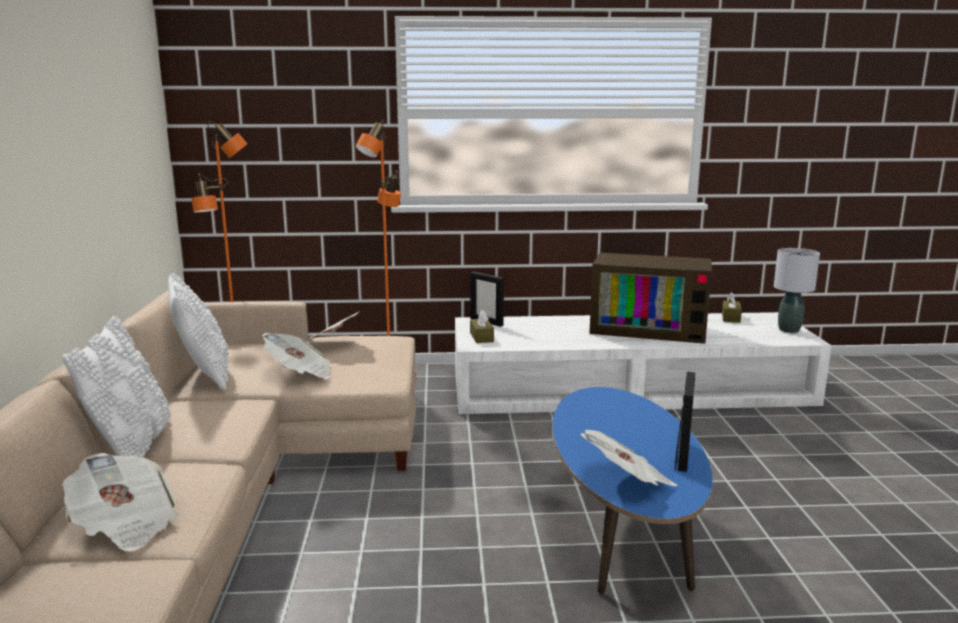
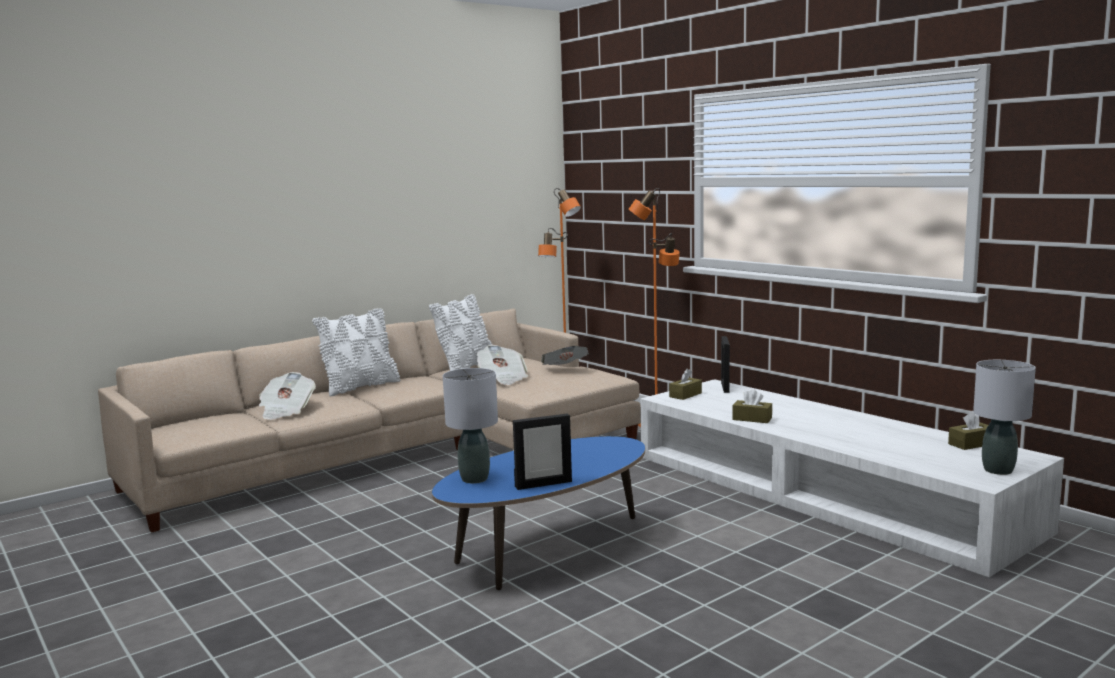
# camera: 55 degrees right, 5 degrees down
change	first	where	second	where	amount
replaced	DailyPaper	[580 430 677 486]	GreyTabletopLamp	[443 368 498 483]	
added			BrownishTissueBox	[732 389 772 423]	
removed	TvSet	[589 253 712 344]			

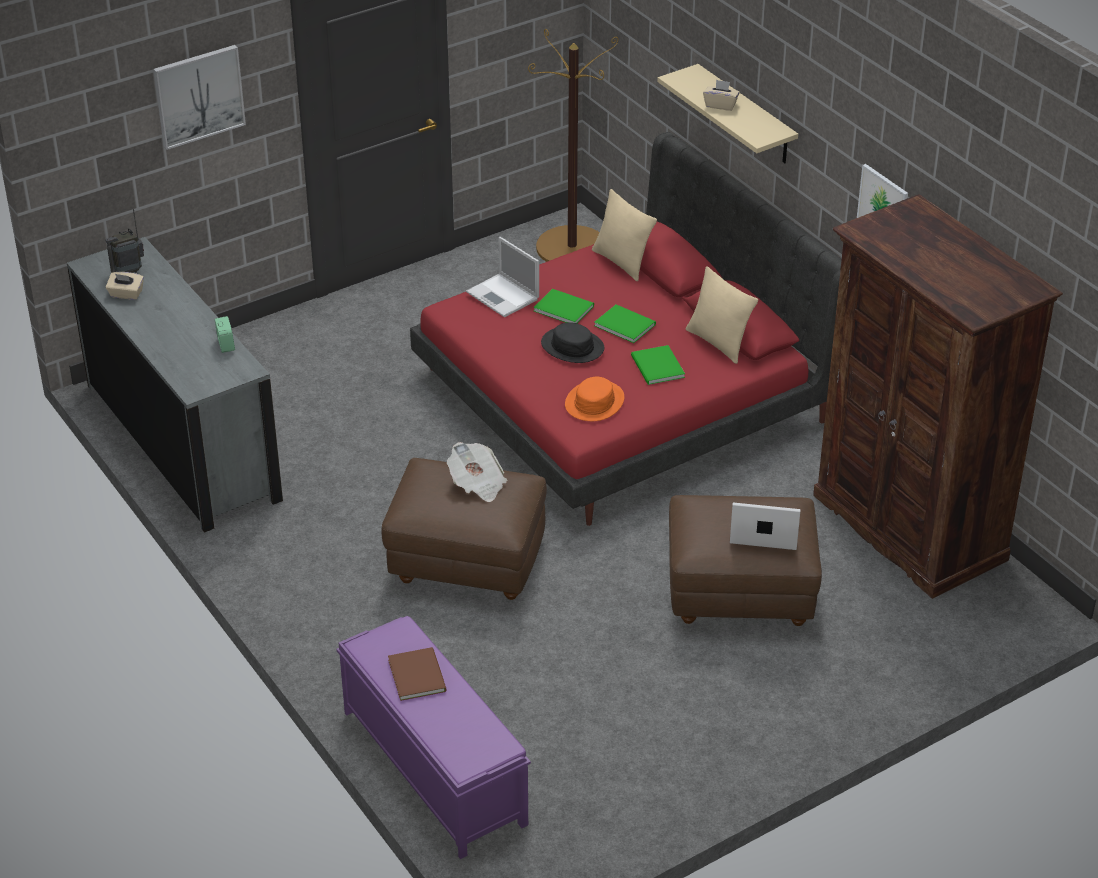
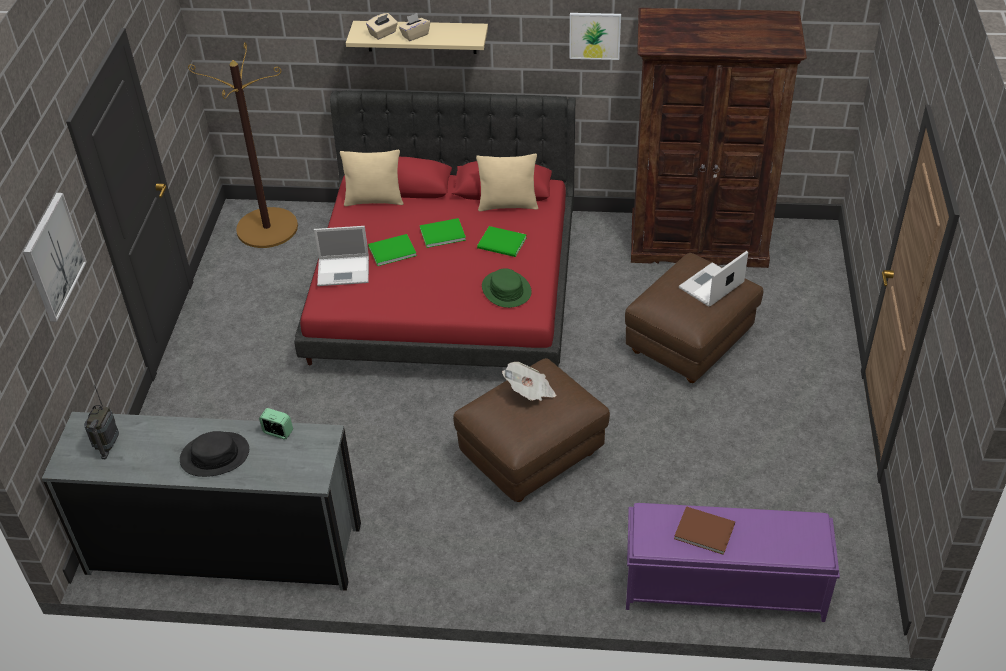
# camera: 50 degrees left, 5 degrees up
change	first	where	second	where	amount
moved	BlackishHat	[541 322 604 363]		[180 431 249 477]	
moved	SandColouredTissueBox	[106 272 144 300]		[366 13 398 40]	
recoloured	OrangeyHat	[565 377 624 421]	GreenishHat	[482 269 532 308]	

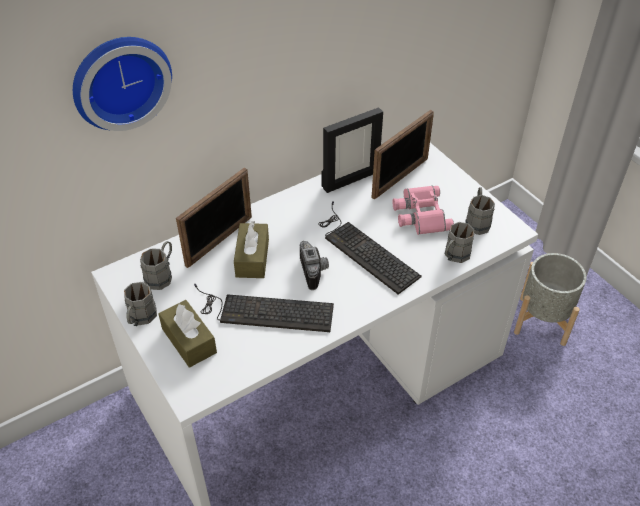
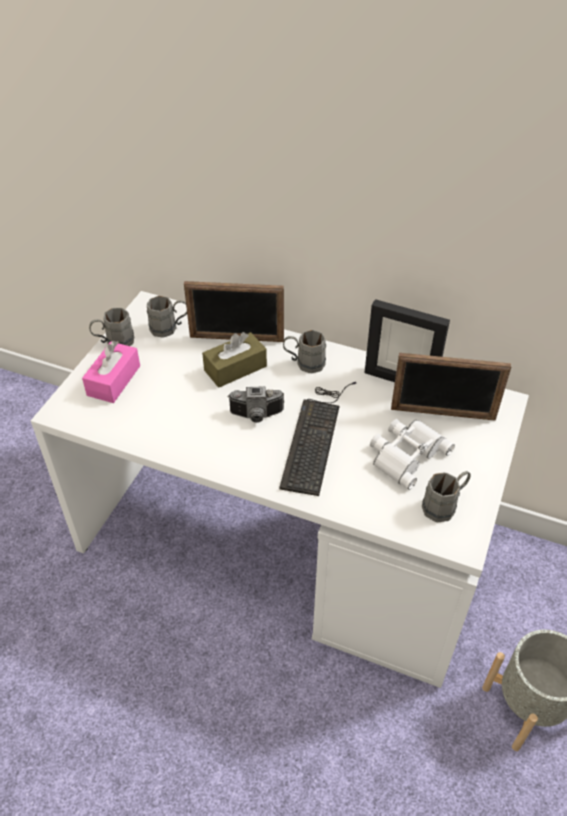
# camera: 55 degrees right, 0 degrees up
change	first	where	second	where	amount
recoloured	BrownishTissueBox	[158 300 217 367]	PinkColouredTissueBox	[82 341 140 403]	
turned	StillCamera	[299 241 329 290]		[228 386 285 423]	45 degrees clockwise
moved	GreyCoffeeMug	[445 222 474 263]		[283 330 326 374]	
recoloured	PinkColouredFieldGlasses	[392 186 454 235]	WhitishFieldGlasses	[370 419 455 490]	
removed	WallClock	[73 37 172 131]			
removed	PcKeyboard	[194 284 334 332]			

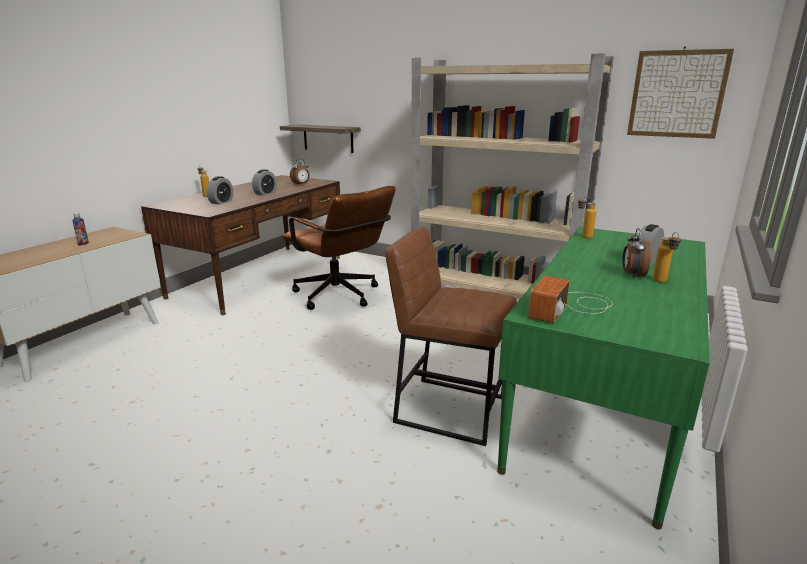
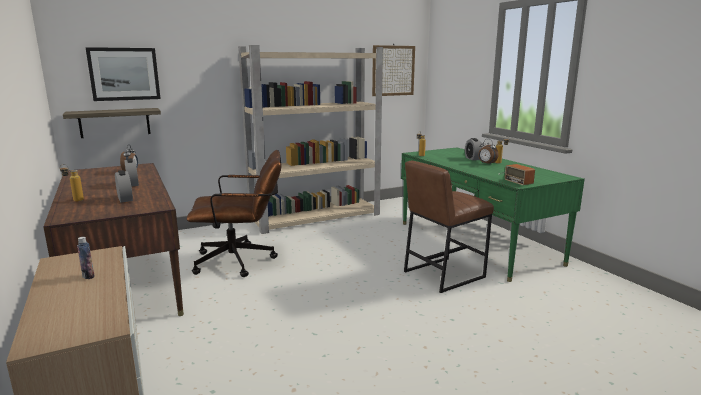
# camera: 55 degrees left, 5 degrees down
change	first	where	second	where	amount
added			WallPicture	[85 47 161 101]	

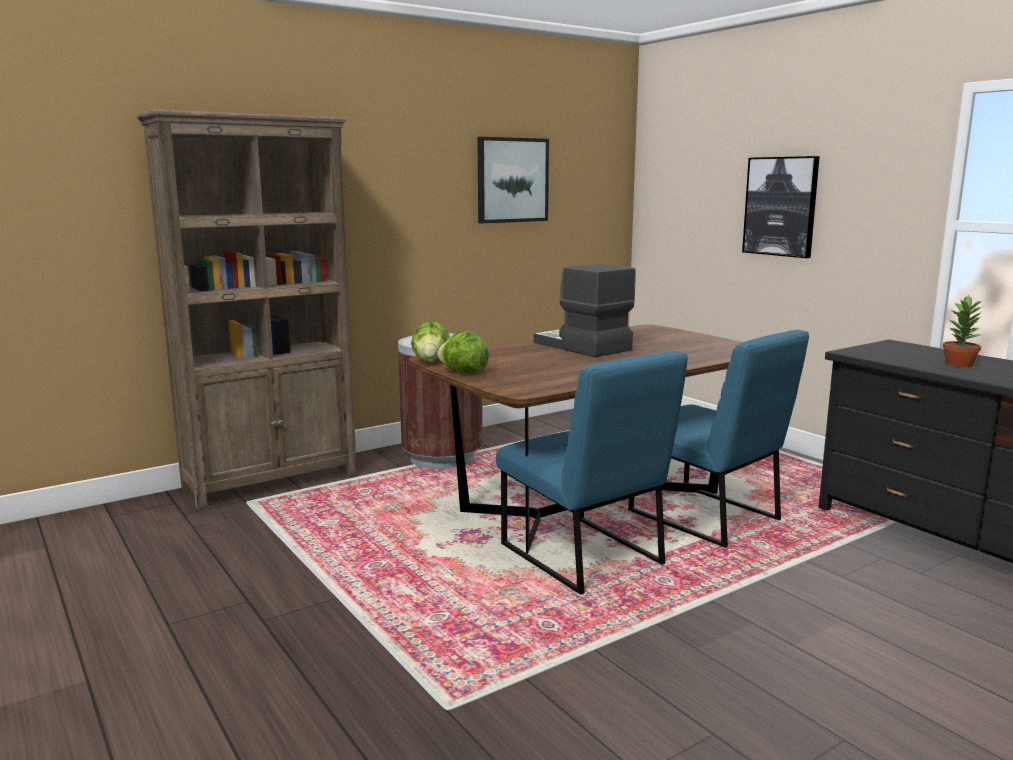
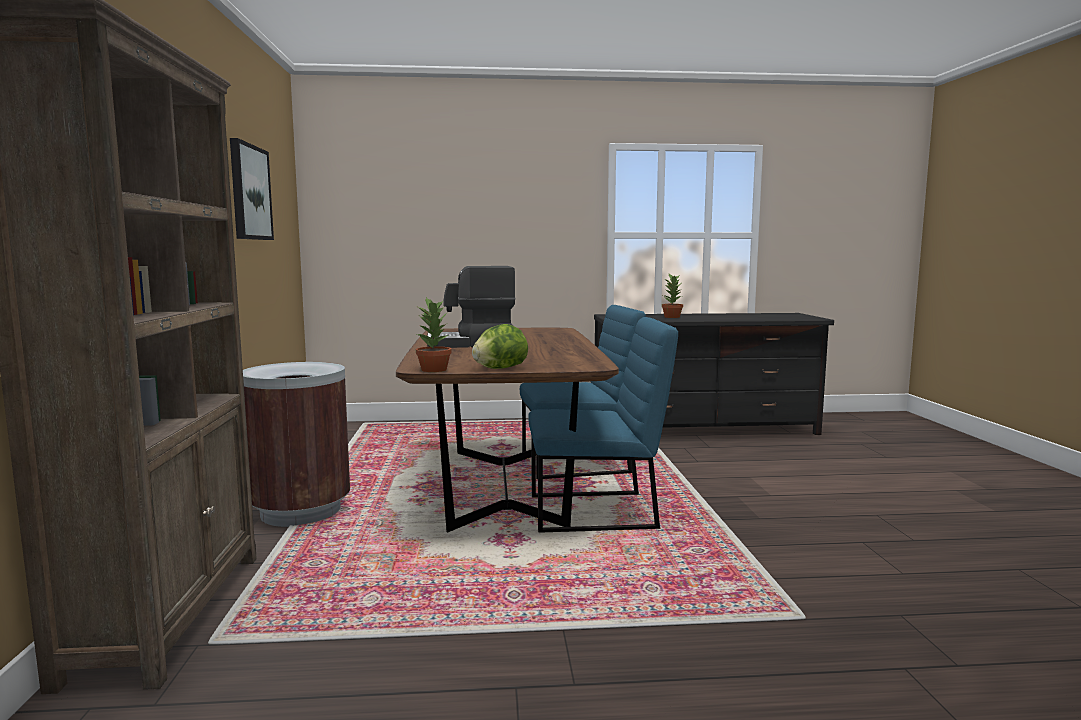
# camera: 60 degrees left, 5 degrees down
change	first	where	second	where	amount
replaced	LettuceHead	[411 321 450 363]	PottedPlant	[416 297 452 372]	
removed	WallPicture	[742 156 820 258]			

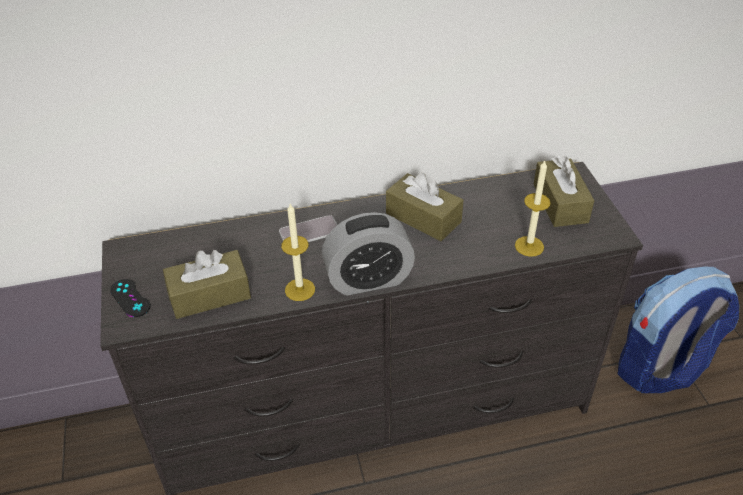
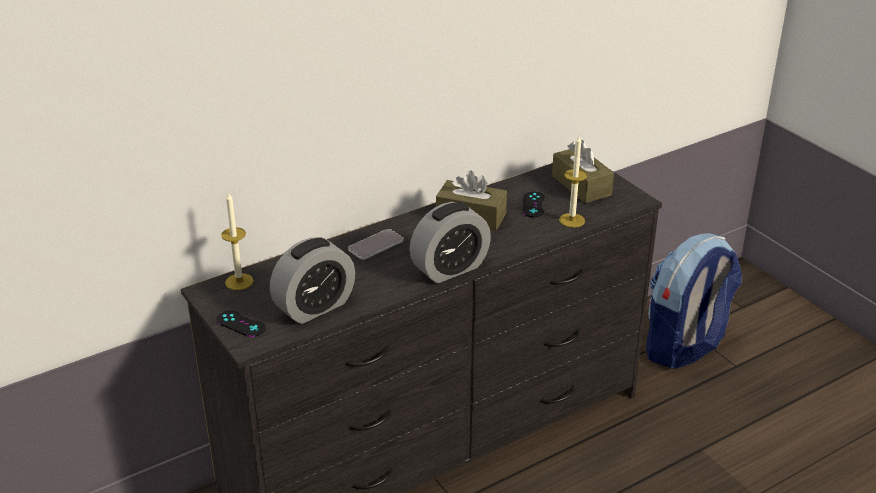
# camera: 20 degrees left, 10 degrees down
change	first	where	second	where	amount
moved	Candle	[281 204 315 301]		[221 192 254 290]	
replaced	BrownishTissueBox	[163 250 251 319]	BedsideClock	[270 237 355 324]	
added			BlackishGameController	[523 191 545 218]	

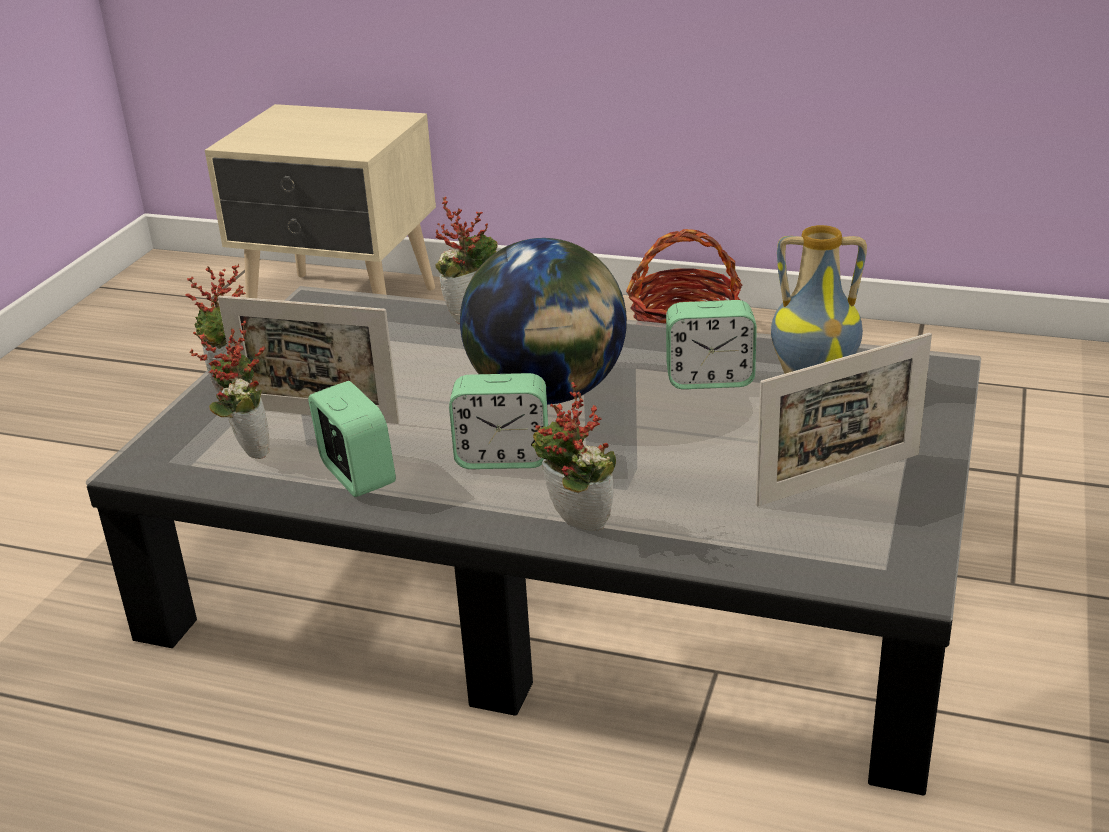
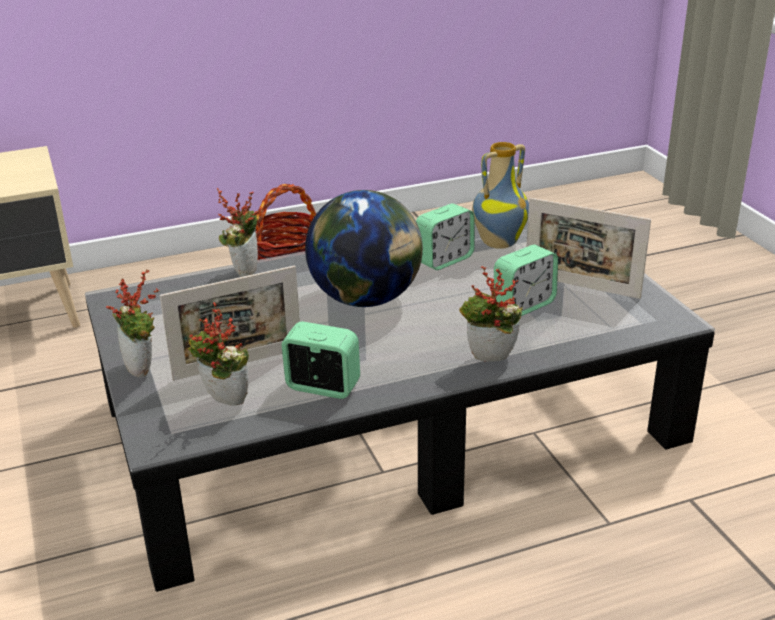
# camera: 40 degrees left, 0 degrees up
change	first	where	second	where	amount
moved	BedsideClock	[449 373 548 469]		[494 245 558 316]	
turned	StandingFrame	[756 333 932 507]		[526 198 651 299]	90 degrees clockwise

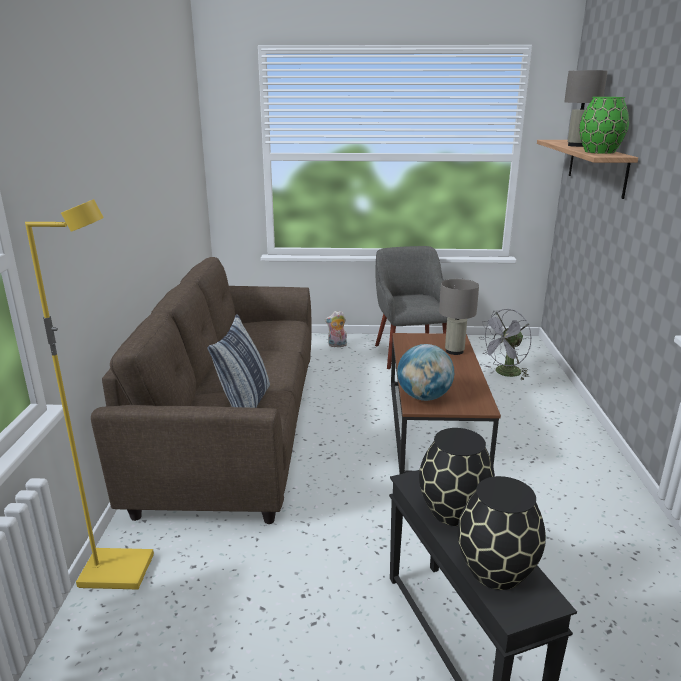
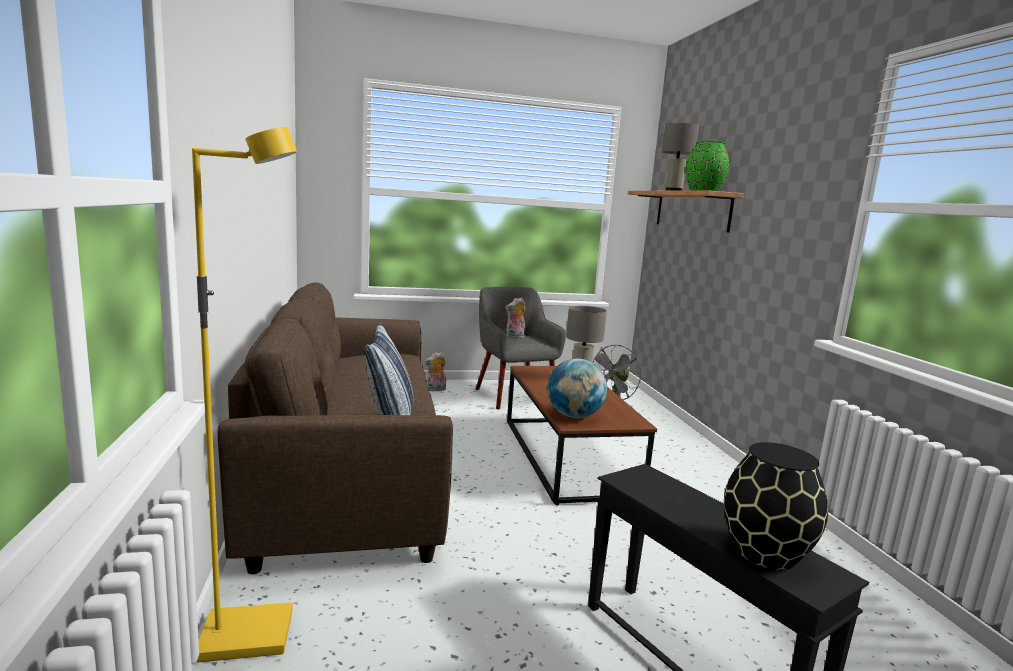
# camera: 15 degrees left, 10 degrees down
change	first	where	second	where	amount
added			PlushToy	[505 298 525 338]	
removed	BlackishDecorativeVase	[419 428 495 526]			

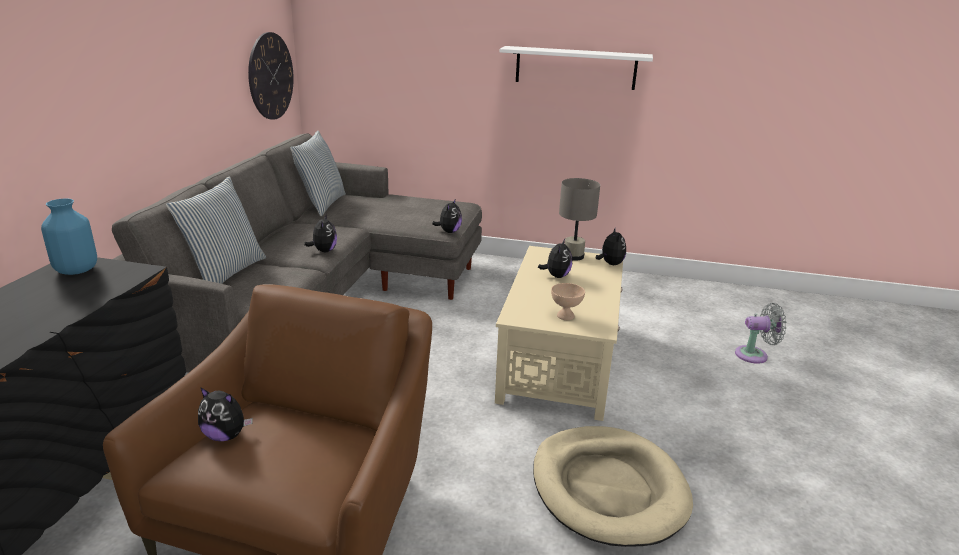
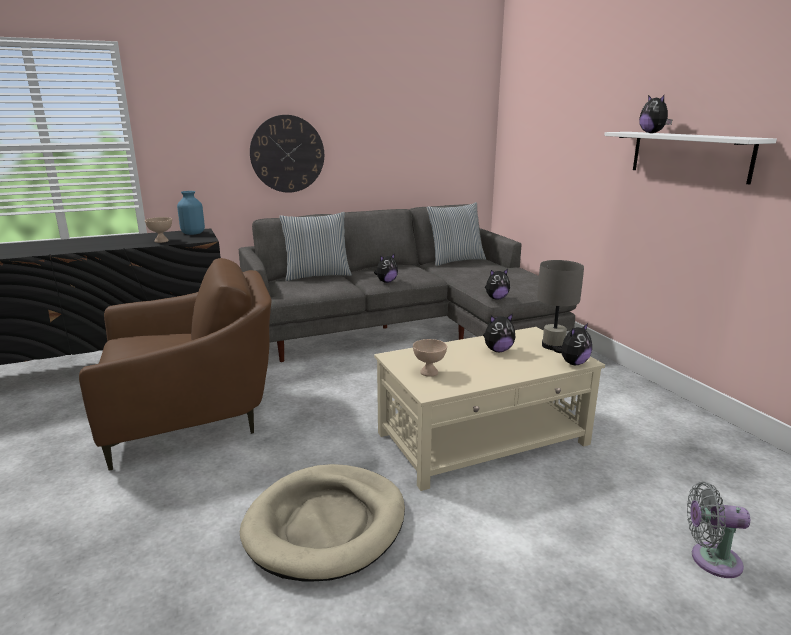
# camera: 55 degrees right, 5 degrees down
change	first	where	second	where	amount
added			SandColouredBowl	[145 217 172 243]	
moved	WallClock	[248 32 294 120]		[250 115 324 193]	
moved	PlushToy	[198 387 253 441]		[639 95 672 133]	
turned	GreyCoolingFan	[735 303 787 364]		[687 482 750 578]	135 degrees clockwise

